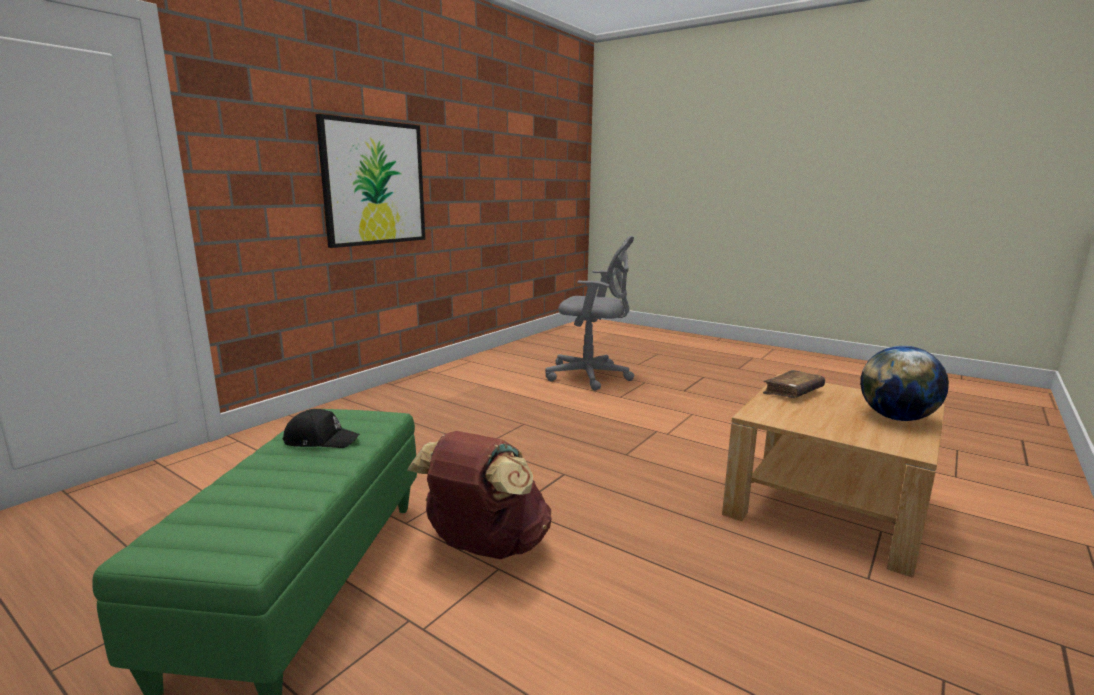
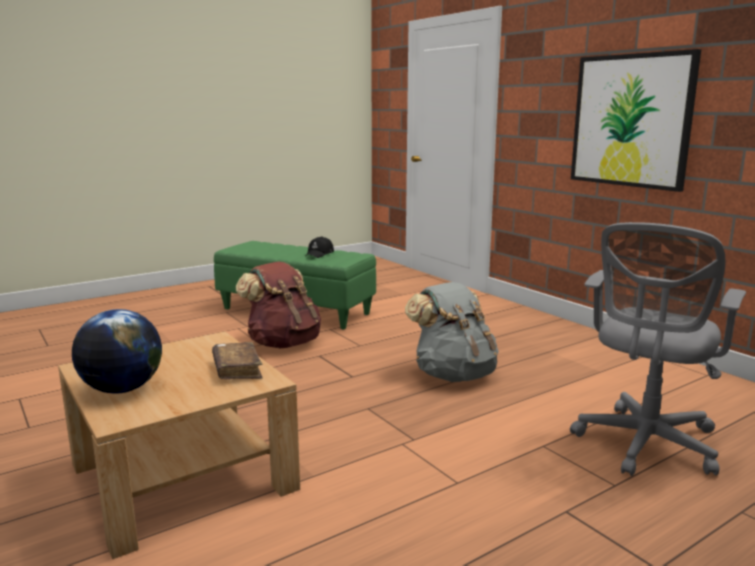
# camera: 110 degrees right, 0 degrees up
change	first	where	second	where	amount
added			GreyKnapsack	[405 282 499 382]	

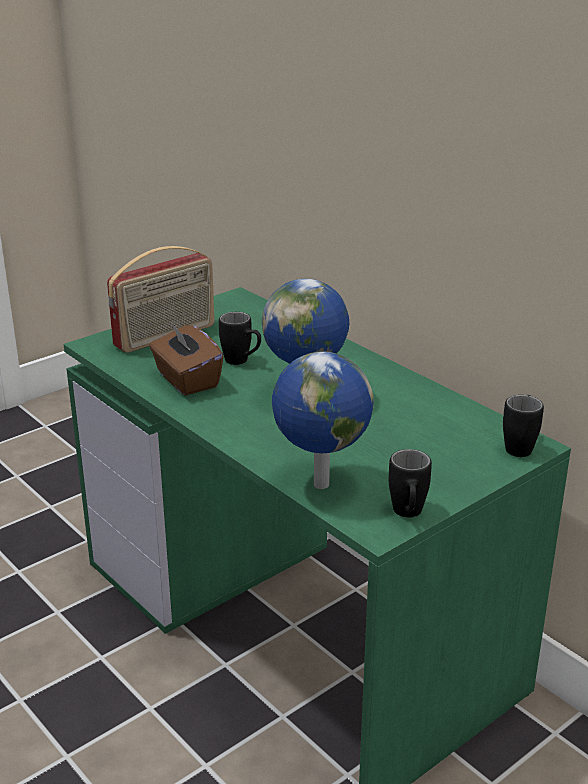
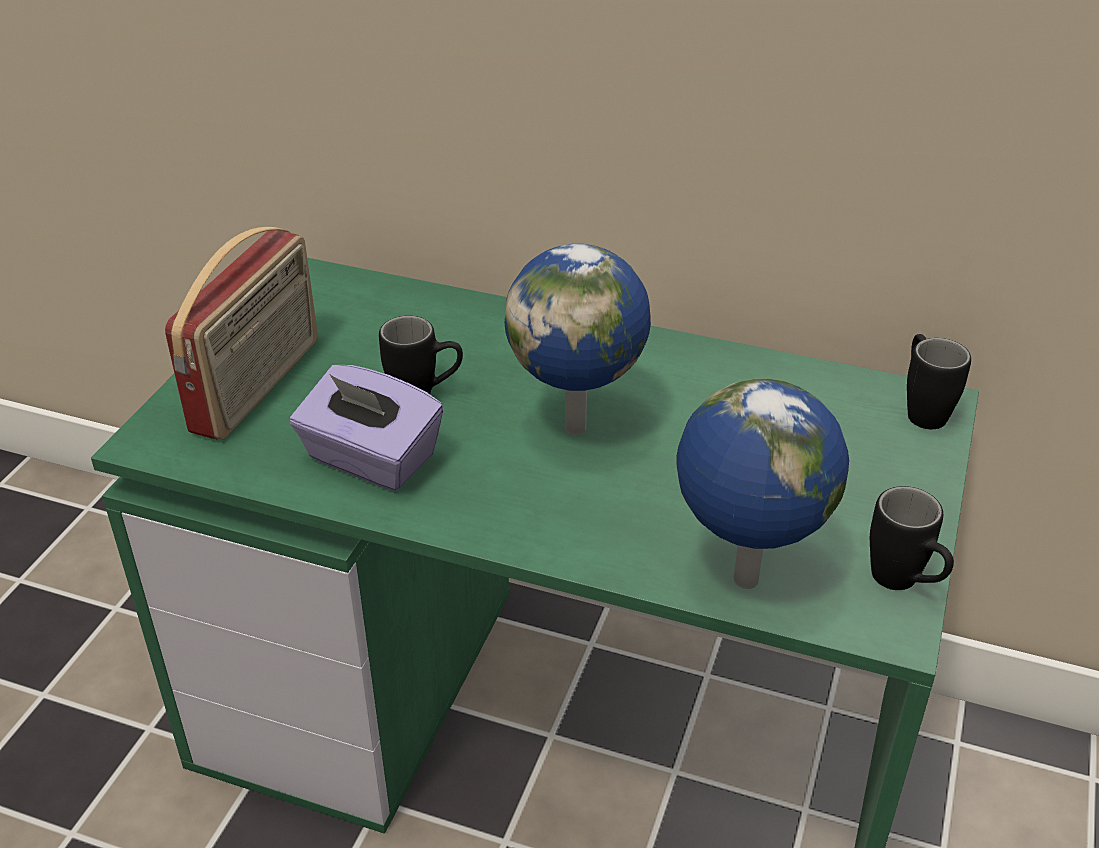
# camera: 30 degrees left, 10 degrees up
change	first	where	second	where	amount
recoloured	BrownishTissueBox	[149 321 224 396]	PurplishTissueBox	[290 365 444 491]	

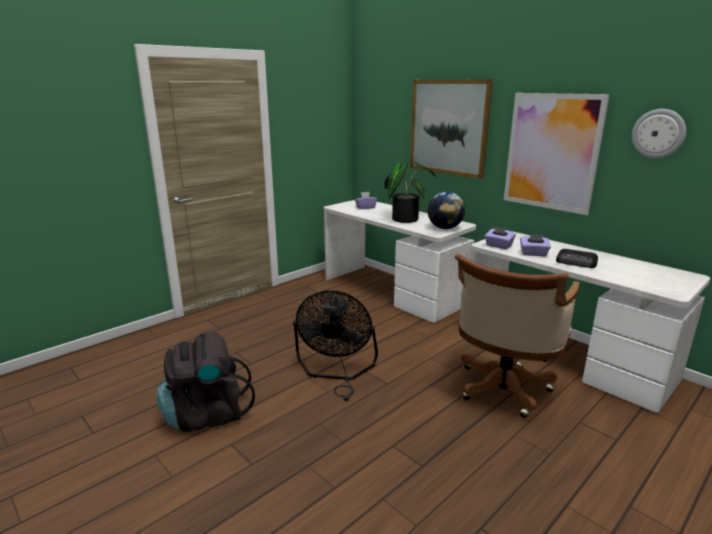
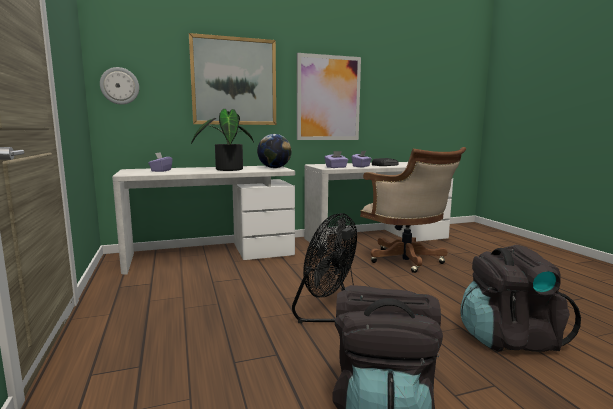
# camera: 65 degrees left, 10 degrees down
change	first	where	second	where	amount
moved	WallClock	[632 109 686 158]		[100 67 139 105]	
added			BlackishKnapsack	[460 245 581 352]	

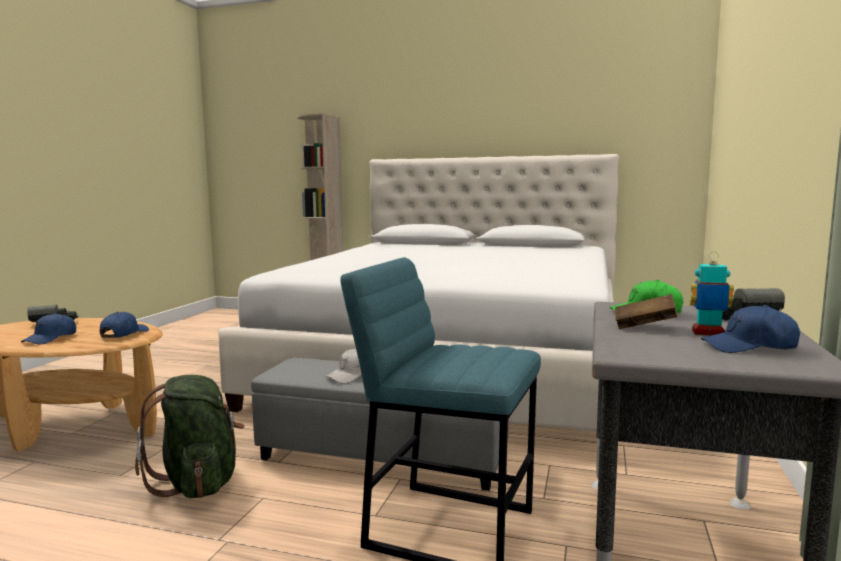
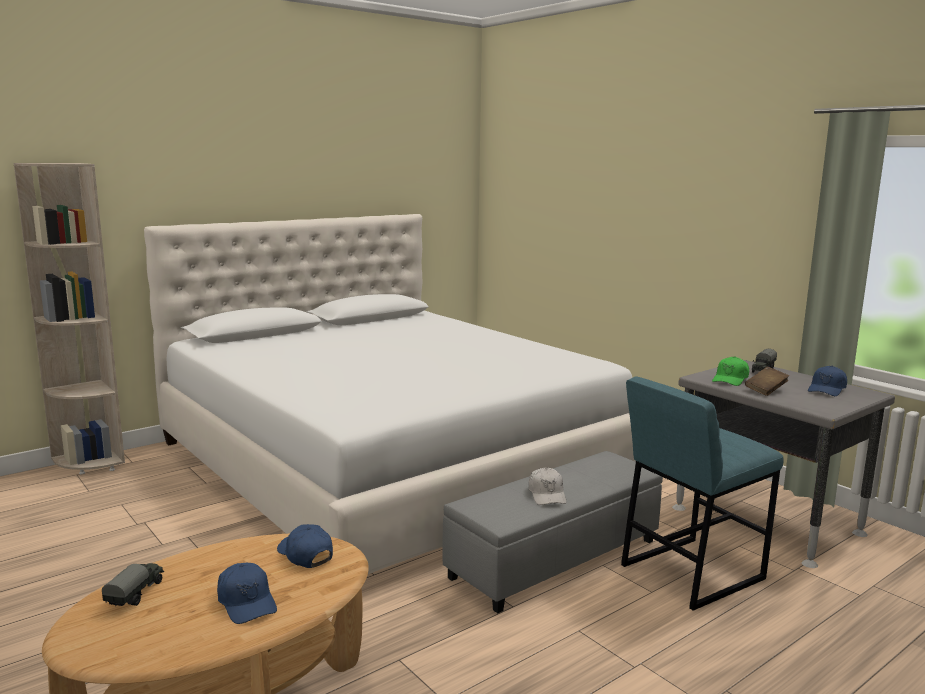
# camera: 55 degrees left, 5 degrees up
change	first	where	second	where	amount
removed	GreenishKnapsack	[135 375 245 498]			
removed	ToyRobot	[689 252 734 336]			

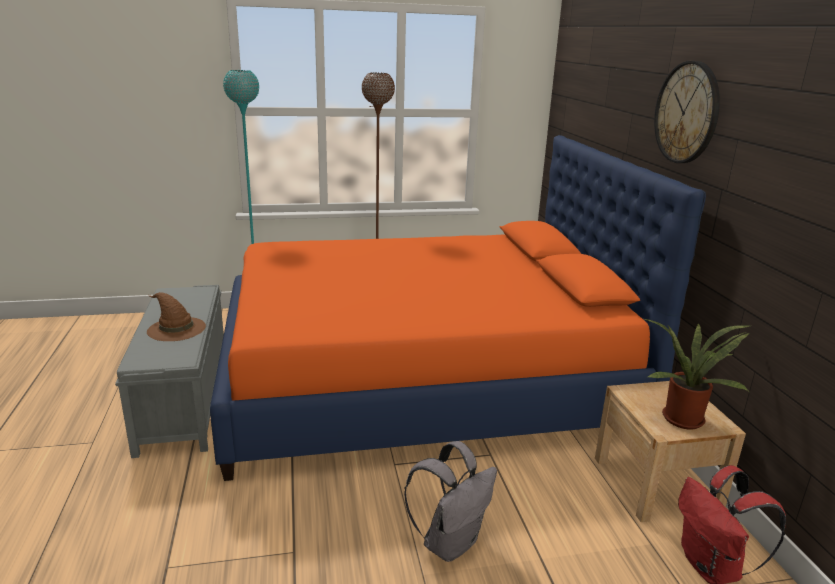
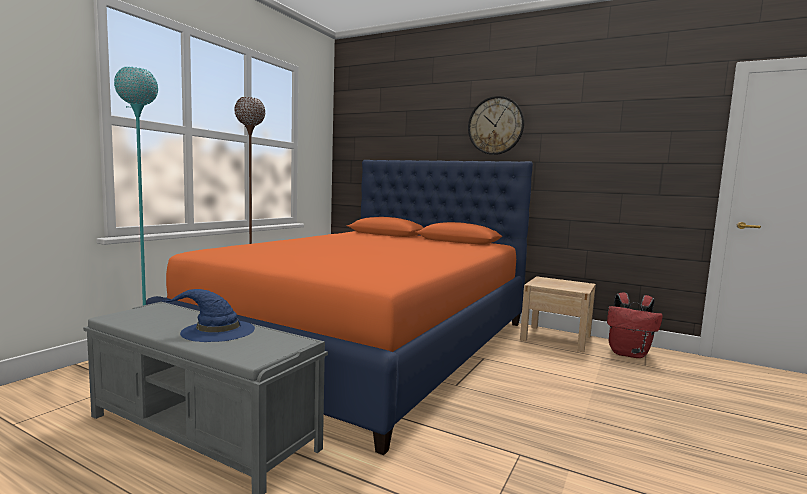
# camera: 50 degrees left, 15 degrees down
change	first	where	second	where	amount
recoloured	BrownishHat	[147 292 206 341]	BlueHat	[162 289 255 342]	
removed	GreyKnapsack	[404 441 497 562]			
removed	PottedPlant	[645 319 749 429]			

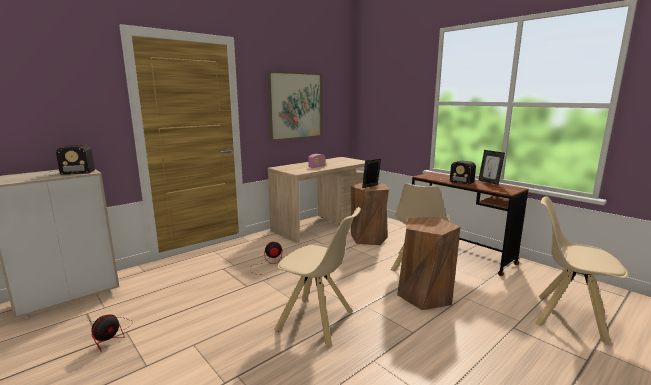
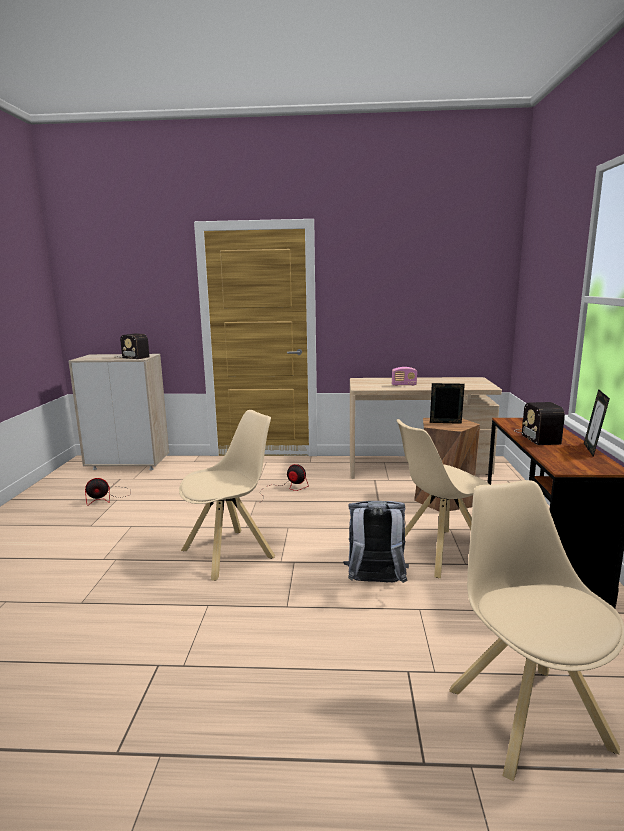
# camera: 45 degrees right, 0 degrees up
change	first	where	second	where	amount
turned	SandColouredPlainChair	[274 207 361 346]		[179 410 275 581]	105 degrees counterclockwise
replaced	BrownishSittingStool	[397 217 461 310]	GreyKnapsack	[343 501 409 583]	
removed	WallPicture	[267 71 322 141]			

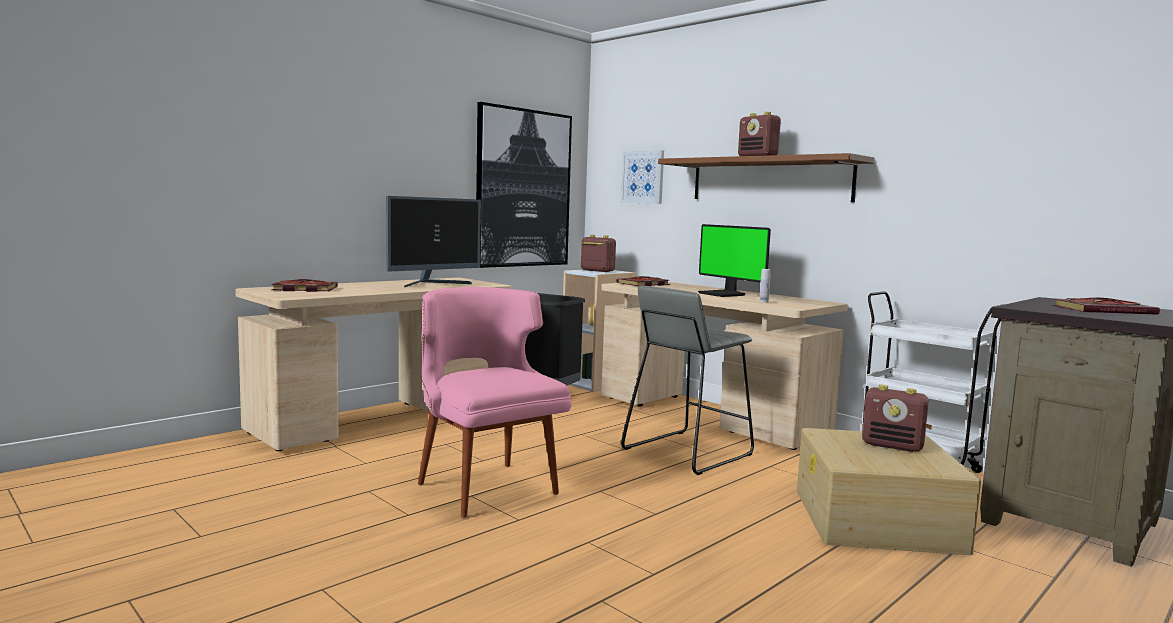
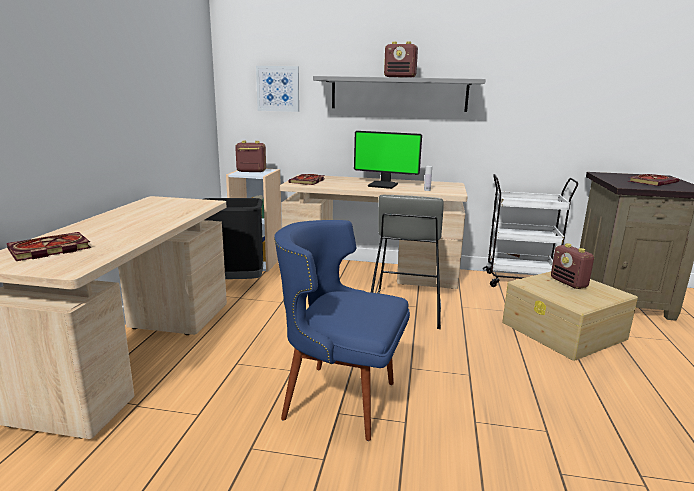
# camera: 35 degrees left, 10 degrees up
change	first	where	second	where	amount
recoloured	PinkColouredPlainChair	[418 287 572 518]	BluePlainChair	[274 220 410 441]	
recoloured	BrownishBracketShelf	[658 153 875 202]	GreyBracketShelf	[313 76 486 112]	
turned	RadioSet	[862 385 929 452]		[551 243 594 289]	75 degrees clockwise
removed	ComputerDisplay	[386 196 481 288]			
removed	WallPicture	[476 102 572 268]			

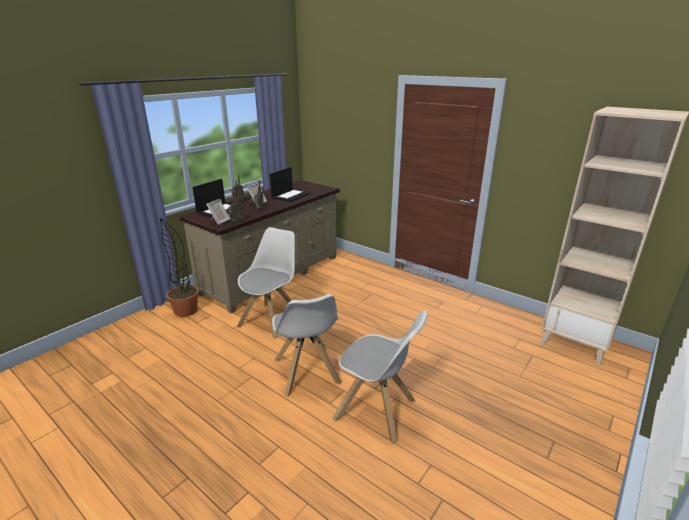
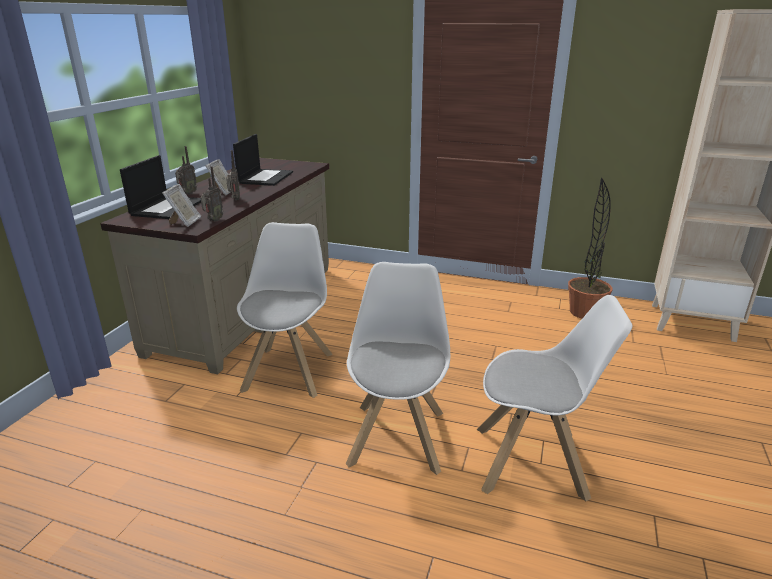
# camera: 20 degrees left, 0 degrees up
change	first	where	second	where	amount
turned	PlainChair	[272 294 342 397]		[346 262 450 475]	135 degrees counterclockwise
moved	PottedPlant	[160 218 199 317]		[568 178 612 319]	

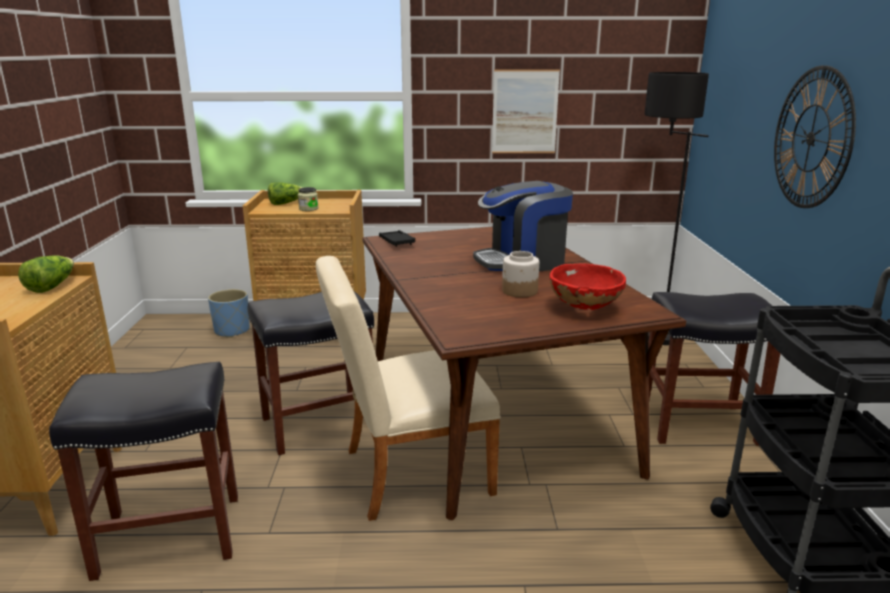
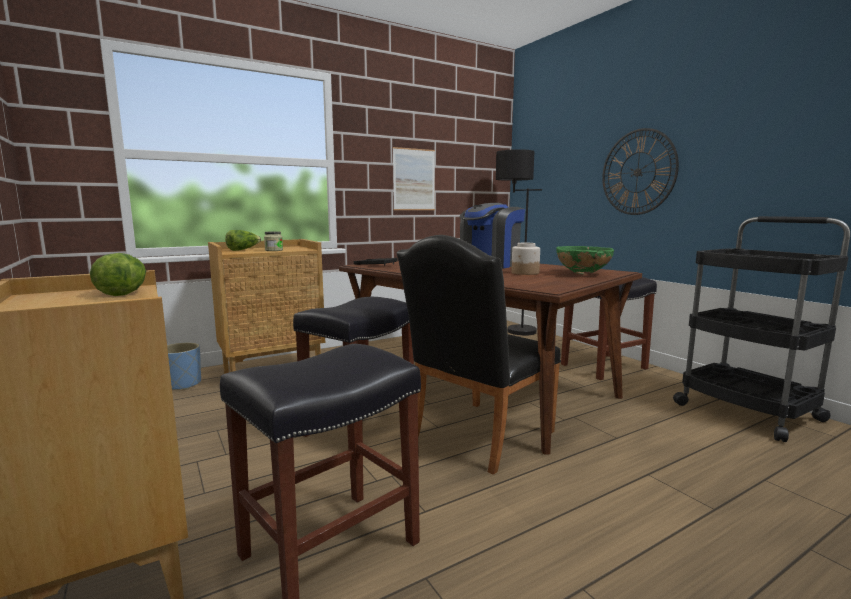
# camera: 30 degrees left, 10 degrees down
change	first	where	second	where	amount
recoloured	SandColouredPlainChair	[316 256 501 521]	BlackishPlainChair	[397 235 561 475]	
recoloured	RedBowl	[549 263 626 310]	GreenishBowl	[556 246 614 274]	

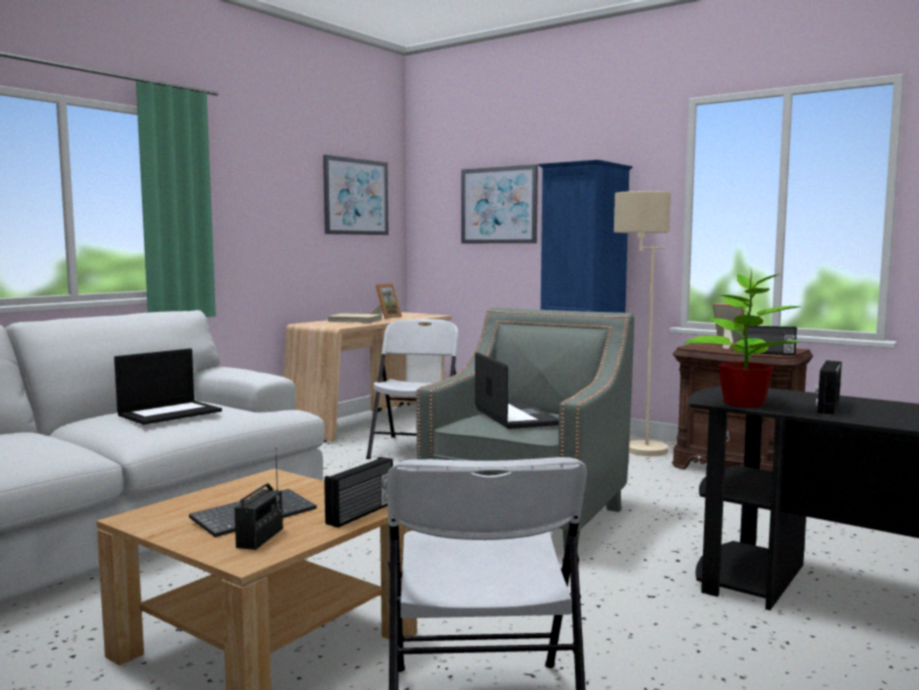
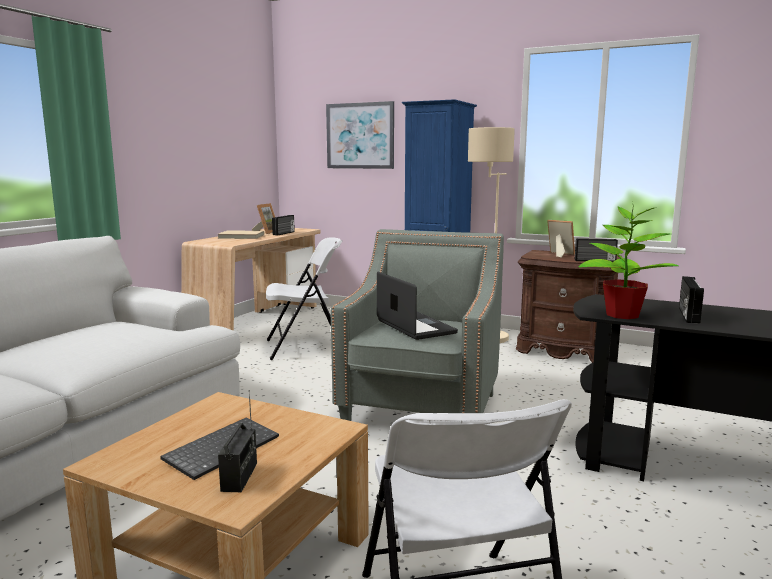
# camera: 10 degrees left, 5 degrees up
change	first	where	second	where	amount
turned	WhitishPlainChair	[366 319 458 459]		[266 237 343 360]	75 degrees clockwise
moved	RadioSet	[324 457 393 528]		[272 215 295 236]	
removed	Laptop	[114 349 222 425]			
removed	WallPicture	[323 155 389 235]			

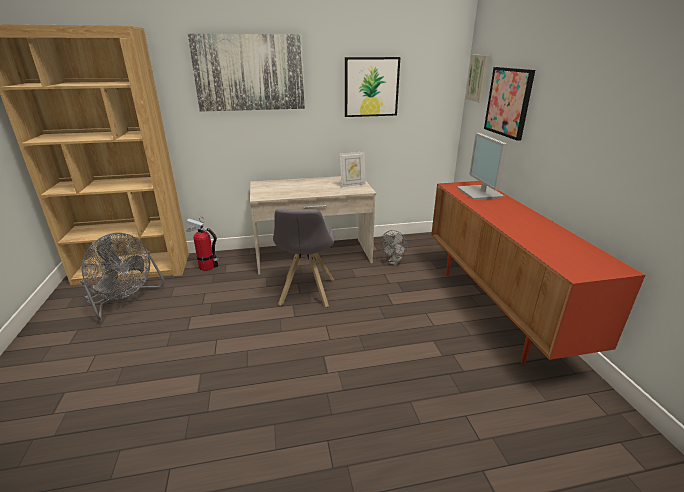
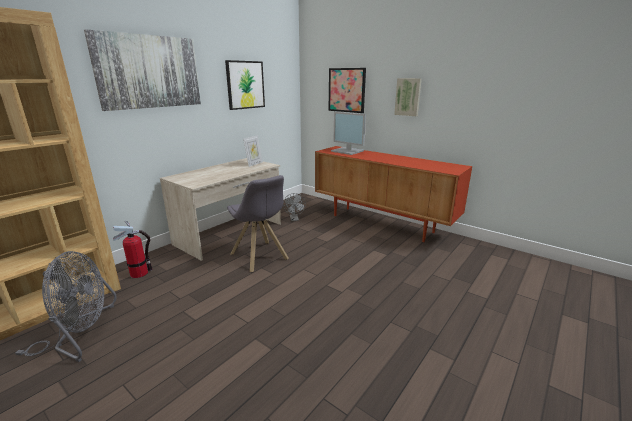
# camera: 40 degrees left, 5 degrees down
change	first	where	second	where	amount
moved	WallPicture	[465 55 490 102]		[394 78 422 116]	

